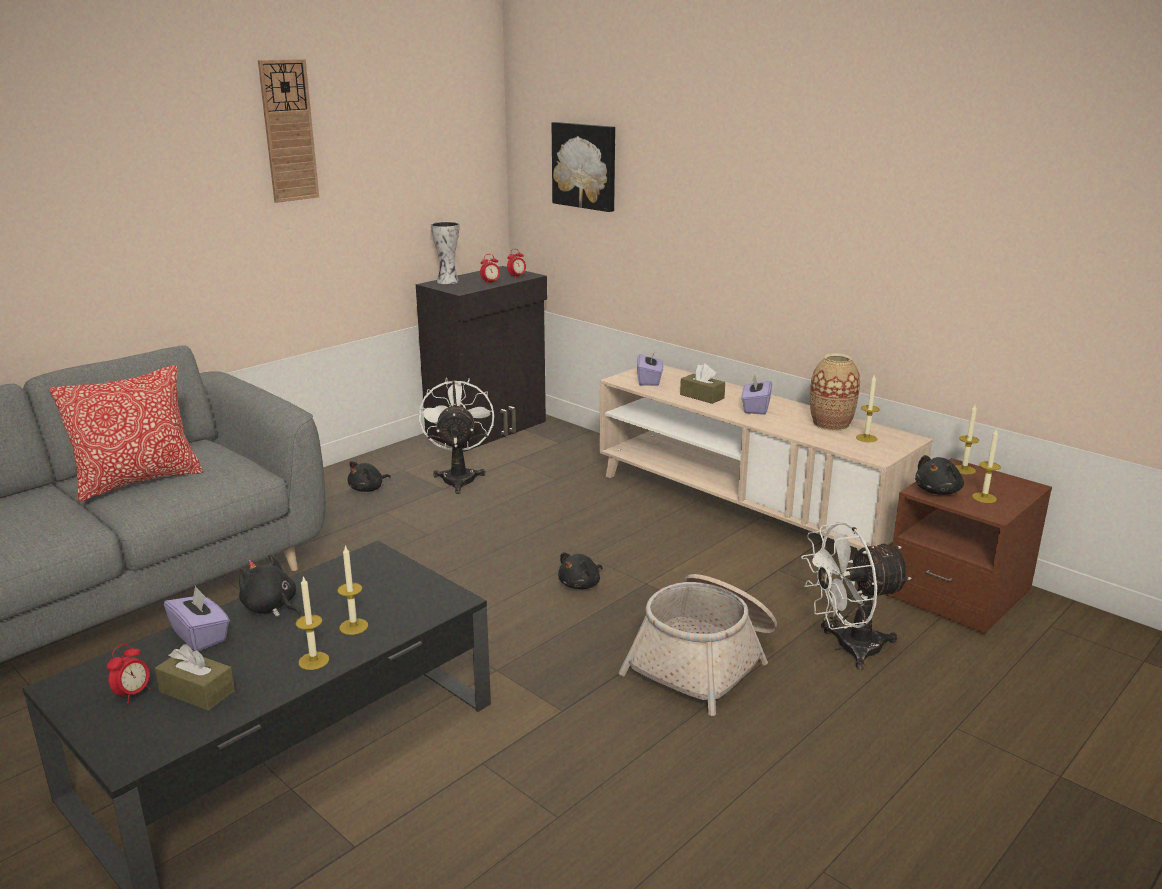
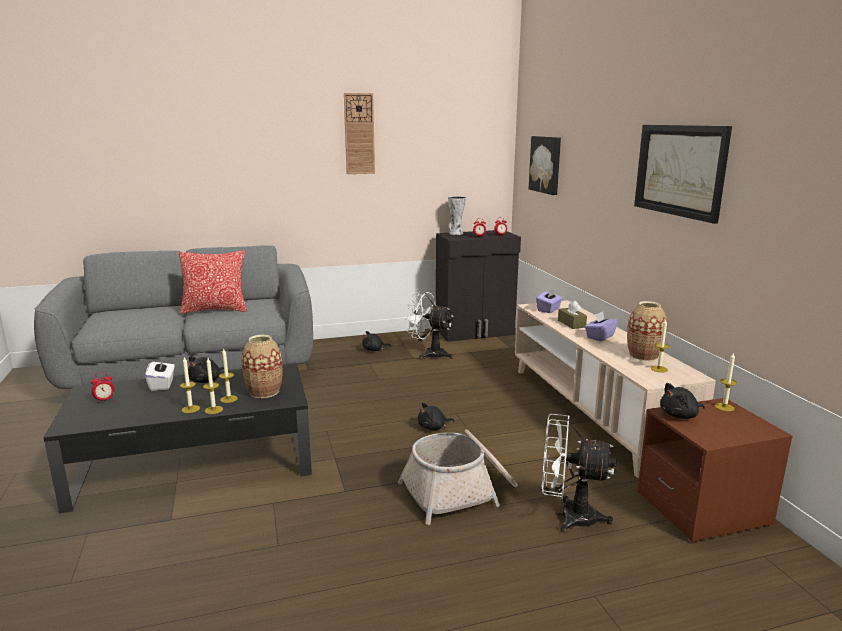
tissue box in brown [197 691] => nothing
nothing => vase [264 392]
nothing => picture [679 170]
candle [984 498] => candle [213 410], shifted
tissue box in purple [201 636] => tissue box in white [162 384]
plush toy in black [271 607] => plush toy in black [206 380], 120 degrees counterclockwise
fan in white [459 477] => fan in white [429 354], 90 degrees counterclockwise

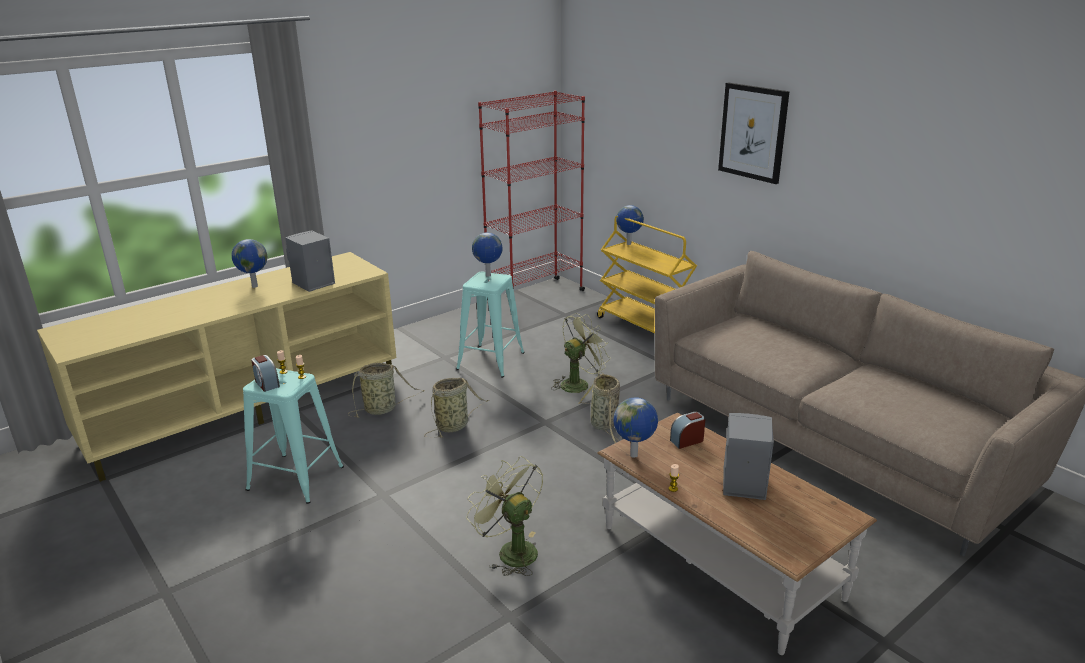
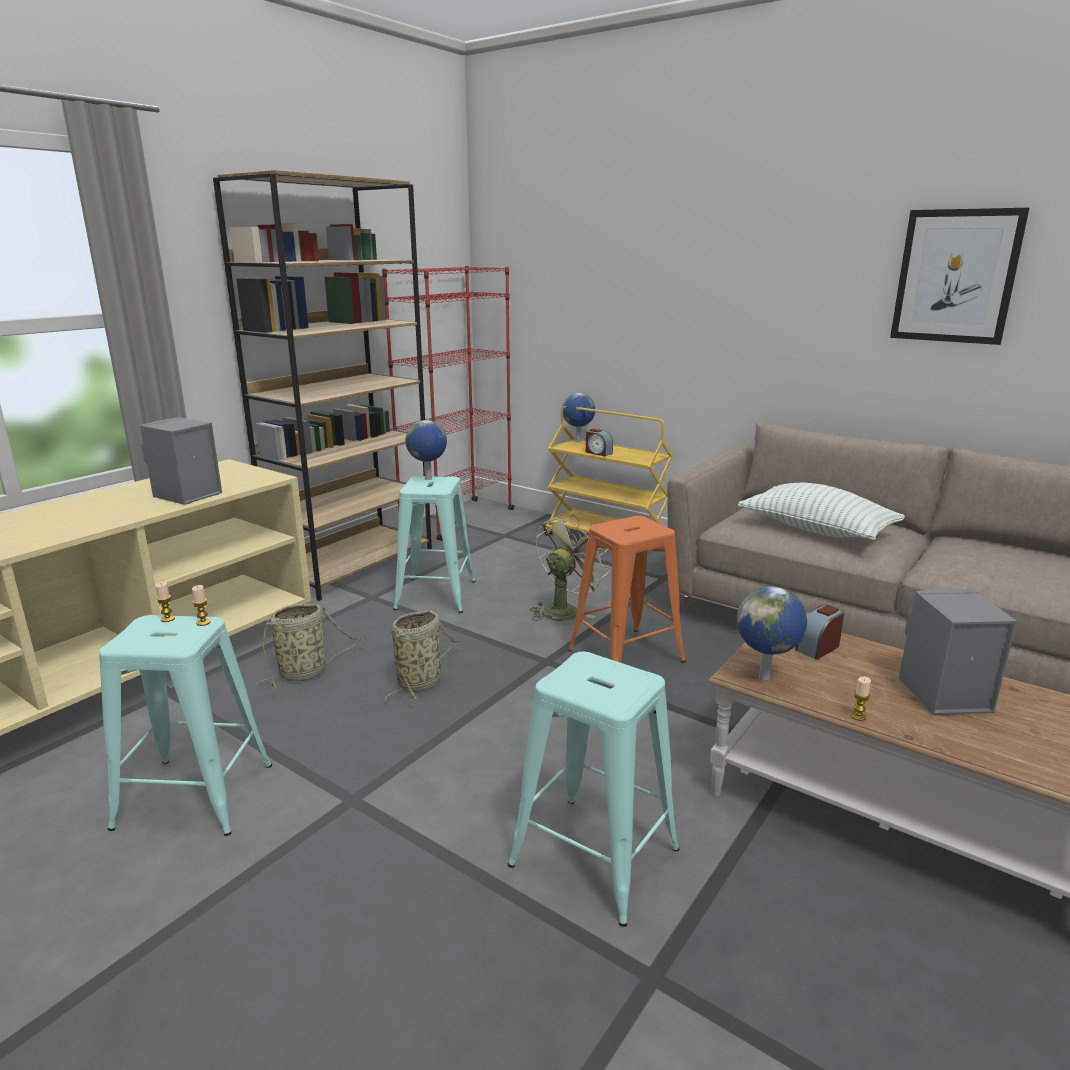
globe [254 286] => nothing
nothing => bookcase in brown [353 564]
nothing => pillow [816 530]
alarm clock [266 383] => alarm clock [598 453], shifted
picture [753 132] => picture [956 276], shifted
fan in green [510 550] => stool in turquoise [594 857]
basket [604 425] => stool in orange [626 656]

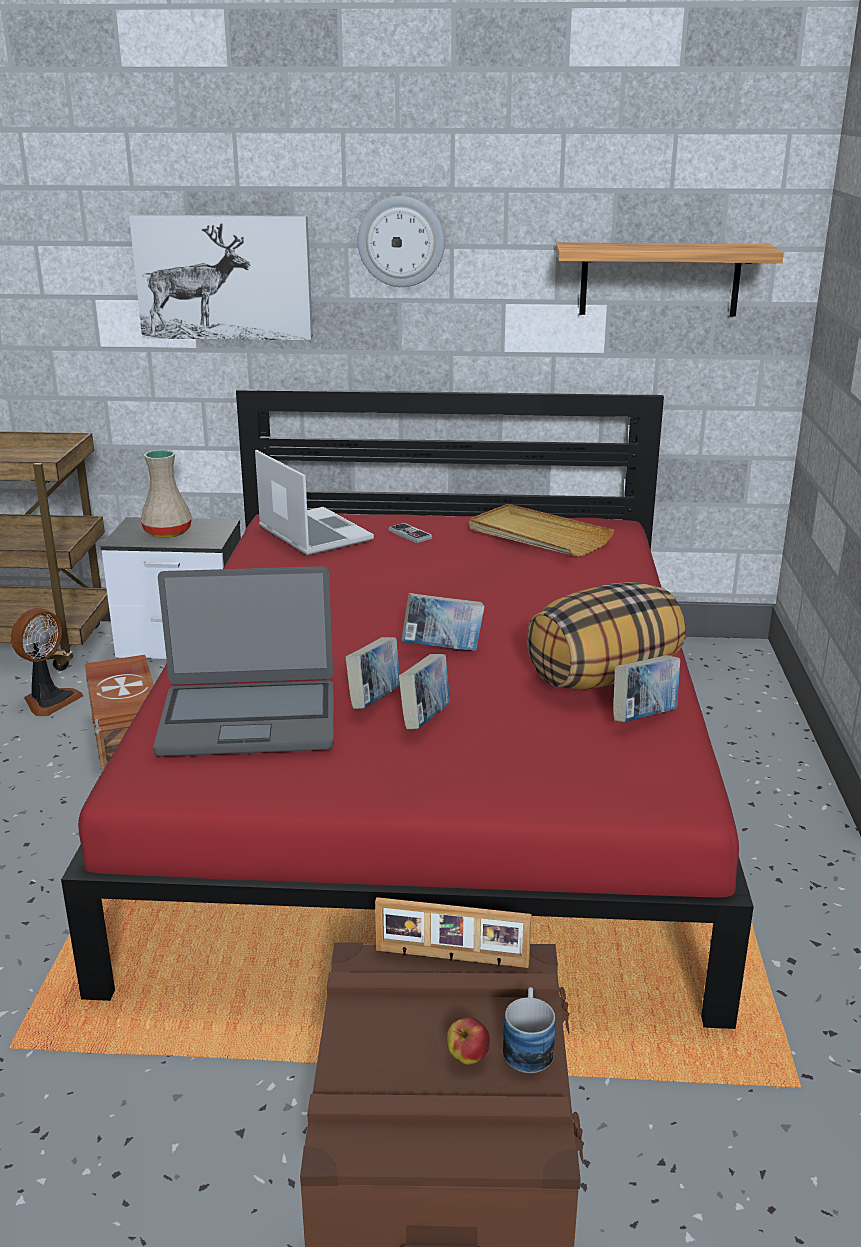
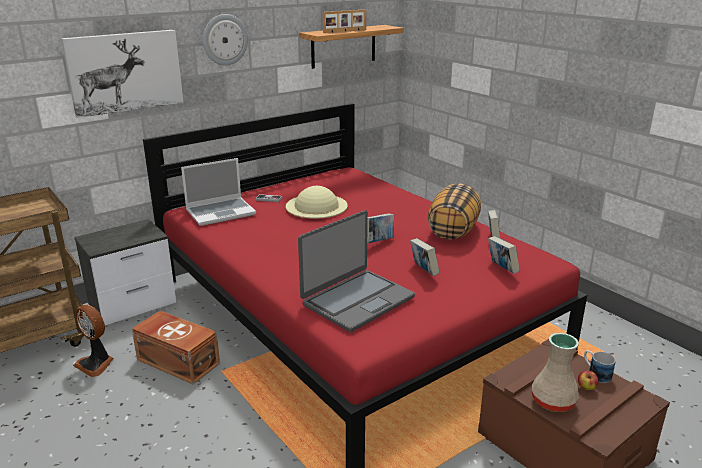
tray in beige [538 536] => nothing
nothing => hat in beige [316 206]
vase in beige [167 532] => vase in beige [552 401], shifted
book [374 701] => book [501 269], shifted
picture frame [451 958] => picture frame [345 31], shifted
fan [49 700] => fan [96 364], 135 degrees clockwise
laptop [312 534] => laptop [221 212], 135 degrees clockwise

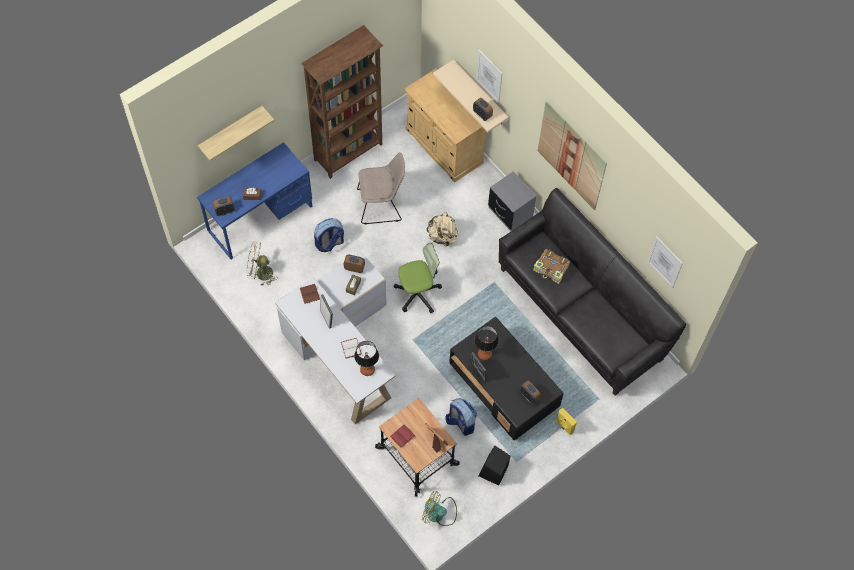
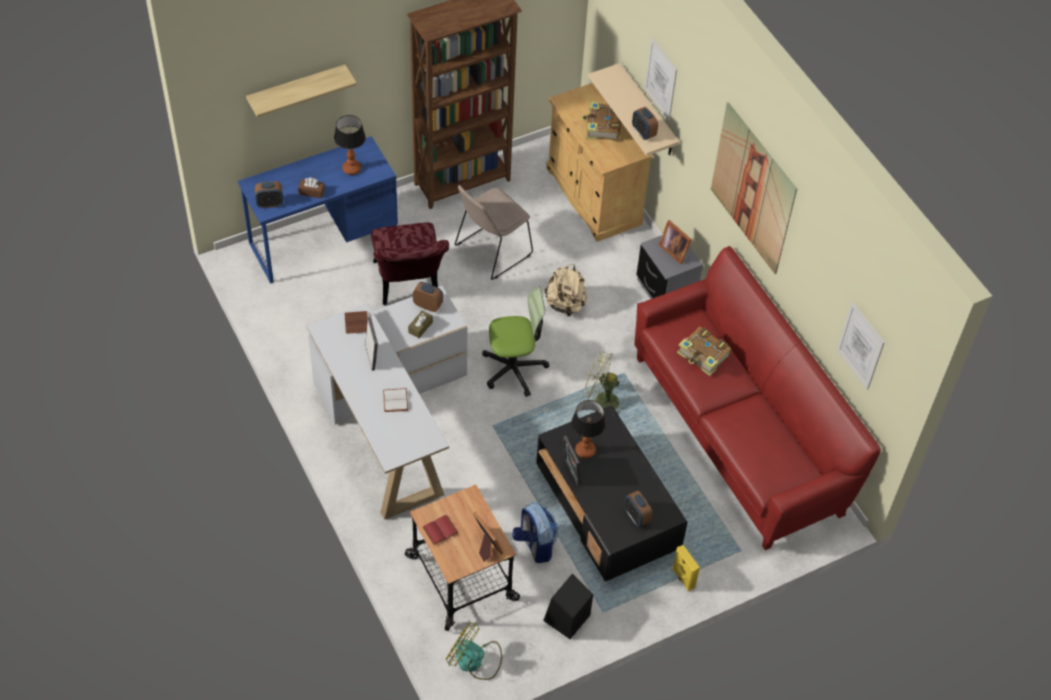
nothing => book [602 127]
nothing => picture frame [674 250]
fan in green [260 273] => fan in green [600 401], shifted
table lamp [367 369] => table lamp [351 168], shifted
backpack [329 243] => chair in red [408 286]
sofa in black [581 313] => sofa in red [738 434]
chair in beige [381 204] => chair in beige [491 251], 135 degrees clockwise

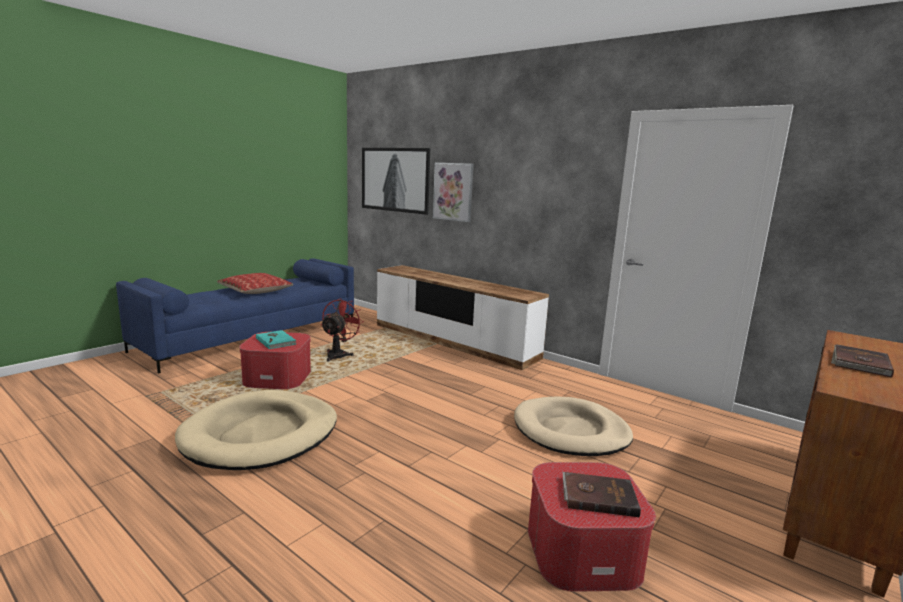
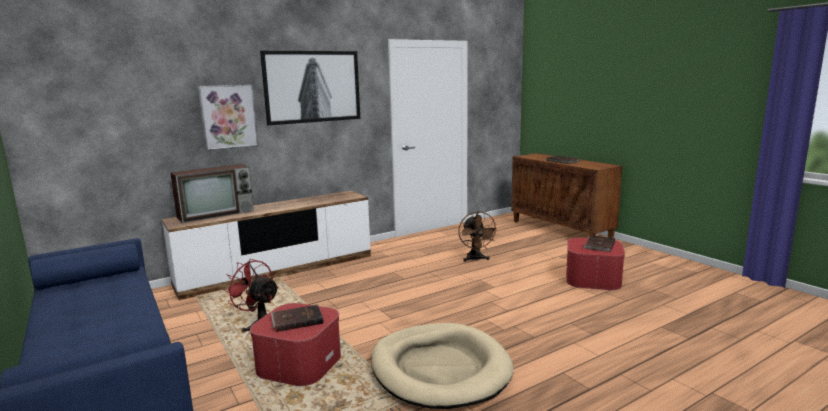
pillow [255 291] => nothing
nothing => television [217 214]
picture [395 179] => picture [312 87], shifted
dog bed in beige [571 431] => fan in brown [475 259]
book in turquoise [276 341] => book in brown [297 320]

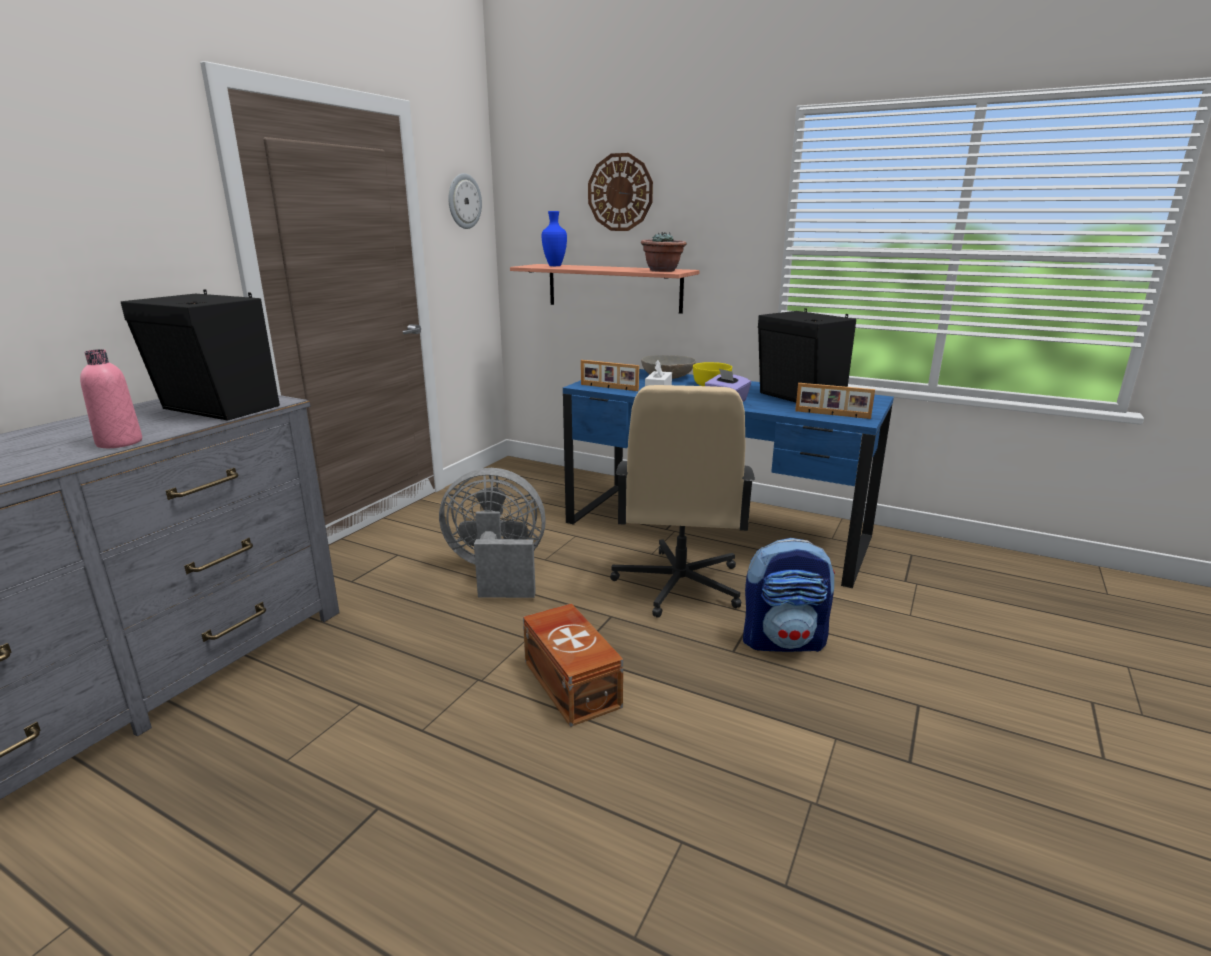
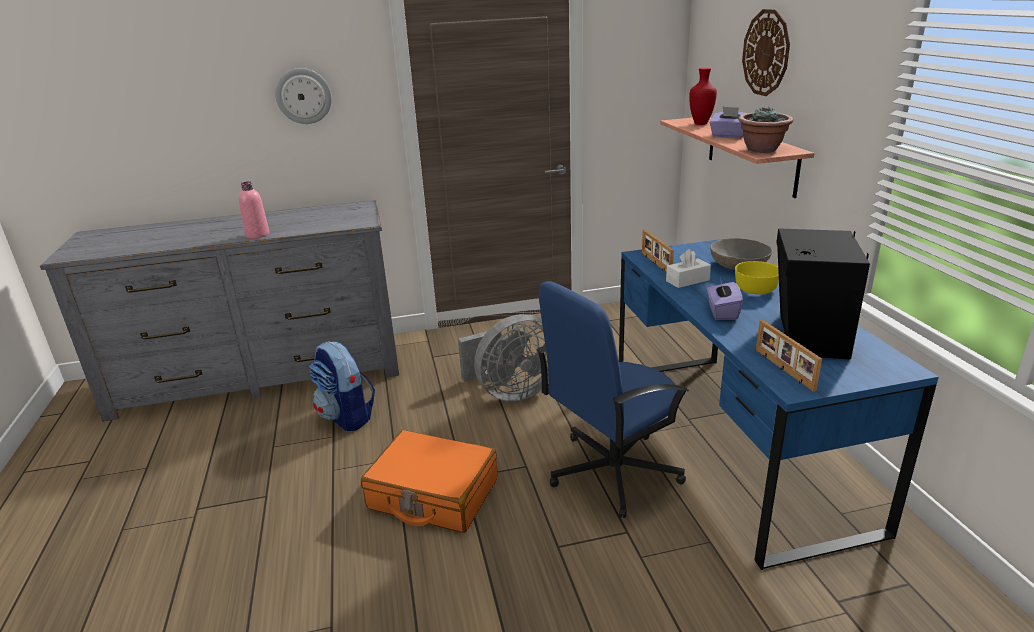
speaker in black [217 409] => nothing
nothing => tissue box in purple [728 135]
wall clock [464 201] => wall clock [303 96], shifted
backpack [784 641] => backpack [347 417], shifted
storage box in brown [572 682] => suitcase in orange [433 494]
vase in blue [555 266] => vase in red [701 124]
office chair in beige [678 585] => office chair in blue [612 471]
fan in grey [497 572] => fan in grey [512 392], 105 degrees clockwise

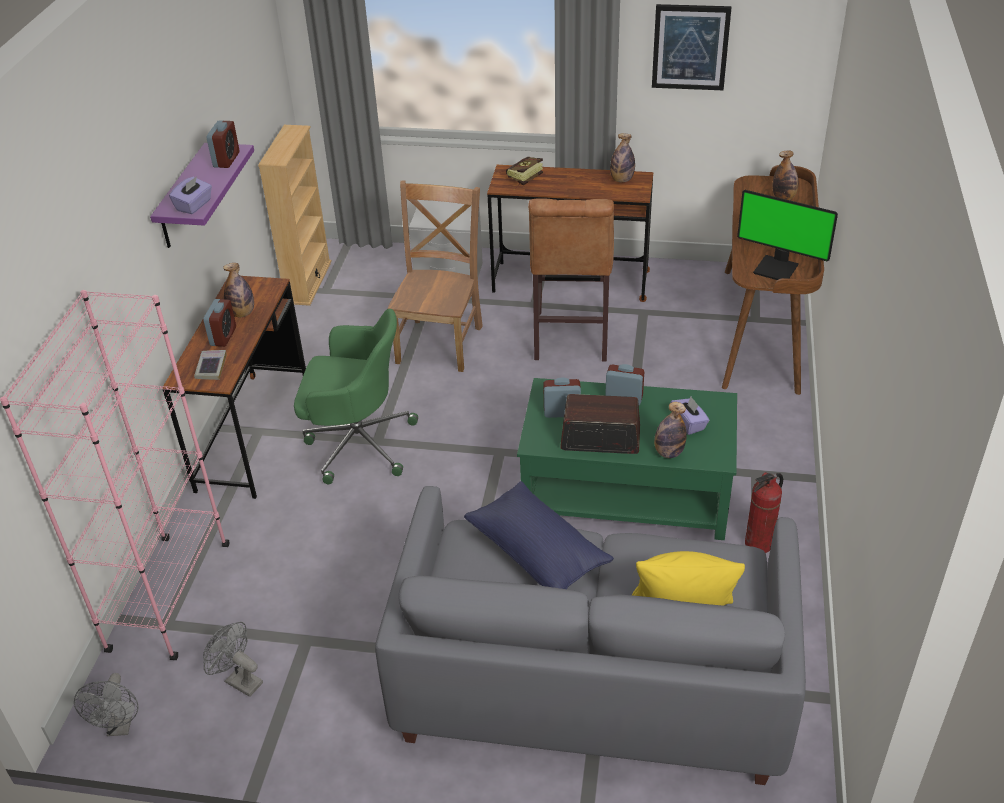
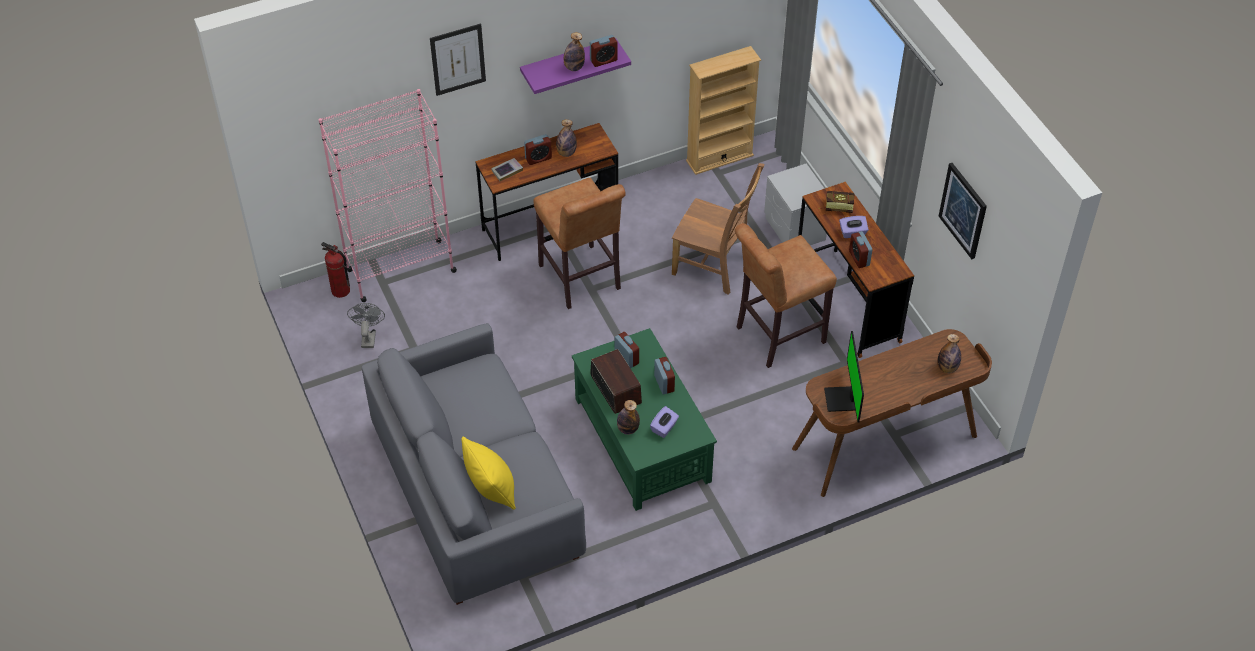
fan in grey [120 726] => nothing
pillow in blue [537 552] => nothing
nothing => picture [458 59]
nothing => alarm clock [859 258]
tissue box in purple [194 205] => tissue box in purple [852 233], shifted
bottle [621 180] => bottle [574 67], shifted
fire extinguisher [759 544] => fire extinguisher [340 291], shifted
office chair in green [357 443] => stool in brown [581 280]
chair in brown [441 342] => chair in brown [714 266], 45 degrees clockwise

